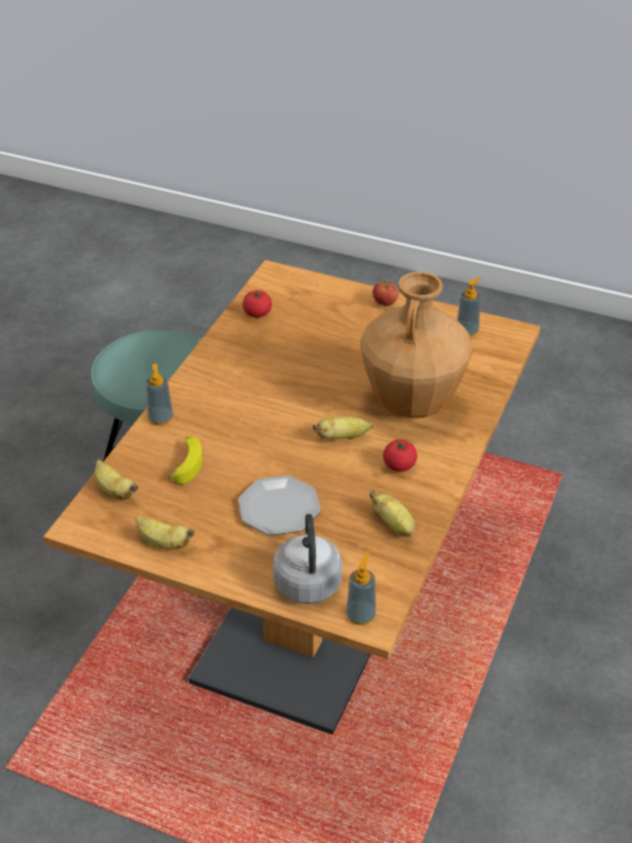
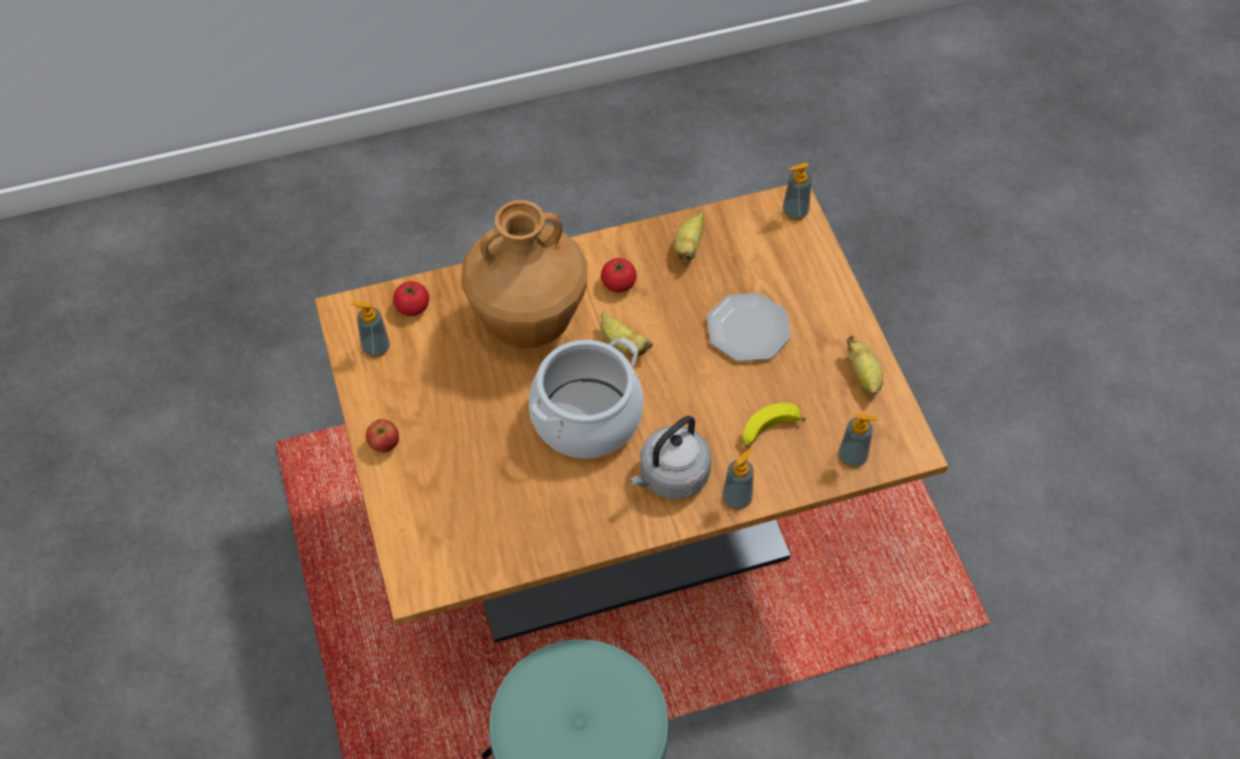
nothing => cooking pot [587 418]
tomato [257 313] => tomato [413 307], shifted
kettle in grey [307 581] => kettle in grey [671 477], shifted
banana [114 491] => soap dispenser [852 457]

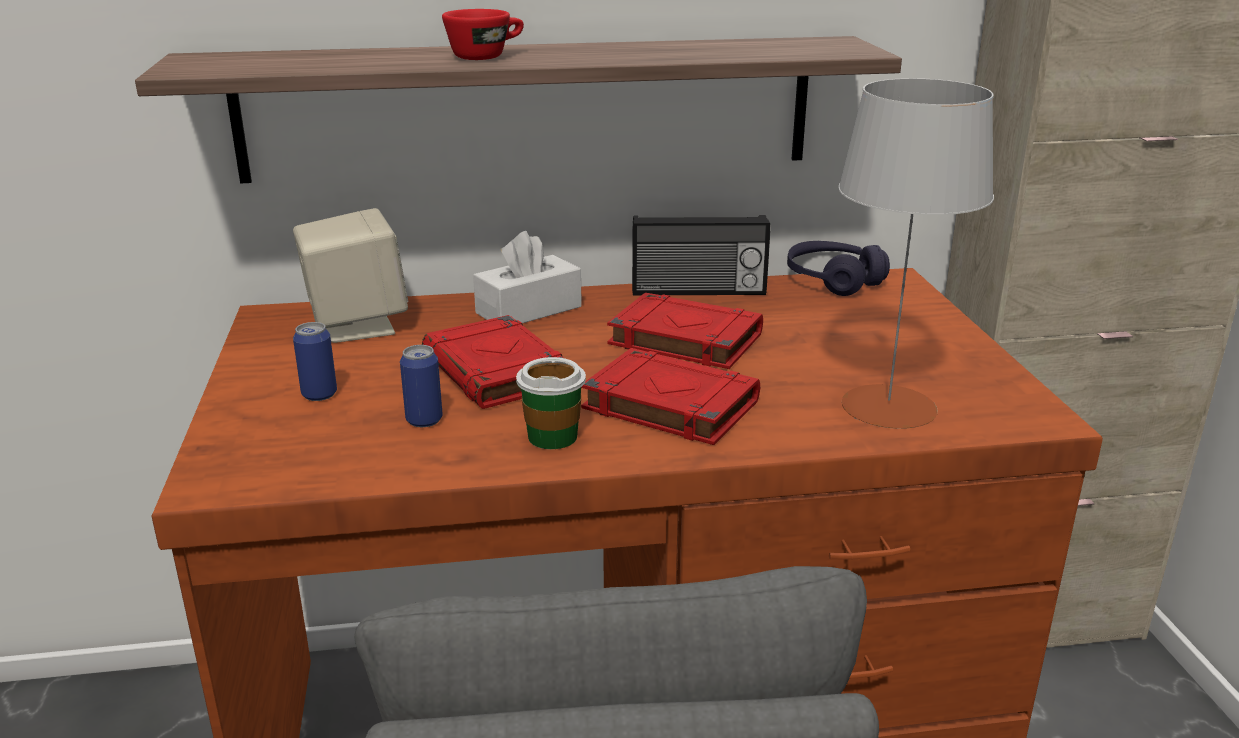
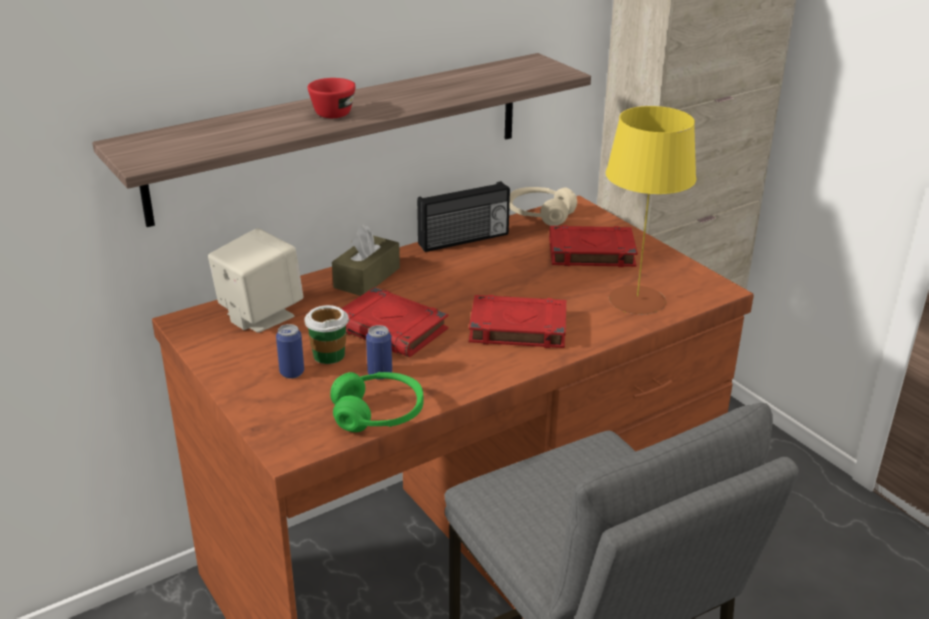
nothing => headphones in green [378 414]
cup [552 436] => cup [329 355], shifted
book in red [683 340] => book in red [590 252], shifted
tissue box in white [528 310] => tissue box in brown [367 278]
headphones in purple [833 280] => headphones in beige [540 215]
table lamp in grey [888 407] => table lamp in yellow [637 300]

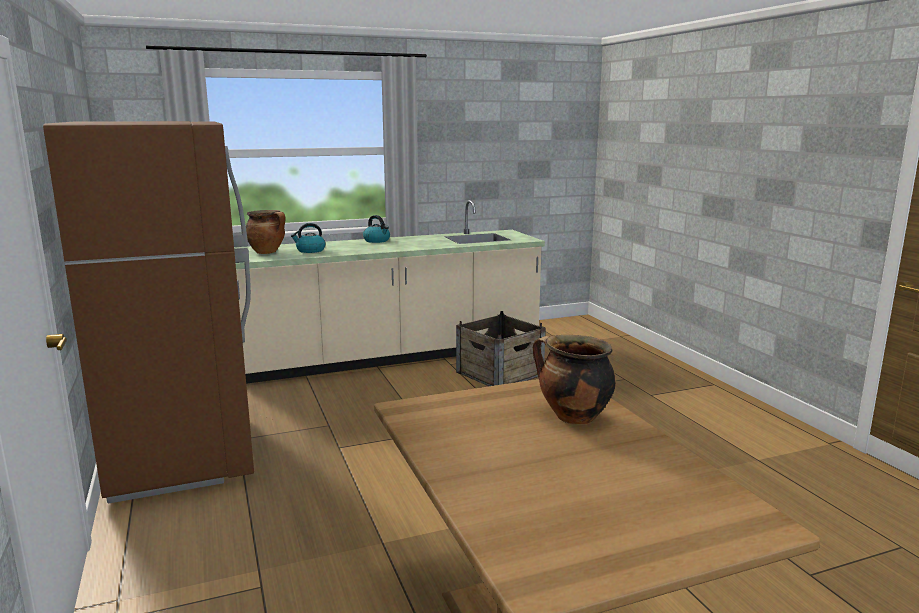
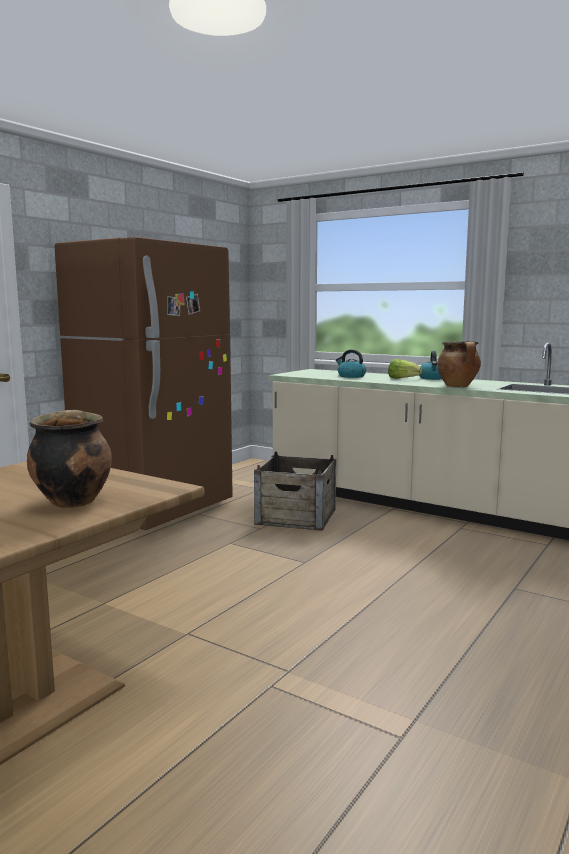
nothing => lettuce [403 379]
cooking pot [267 252] => cooking pot [458 386], shifted
crate [499 373] => crate [296 516], shifted

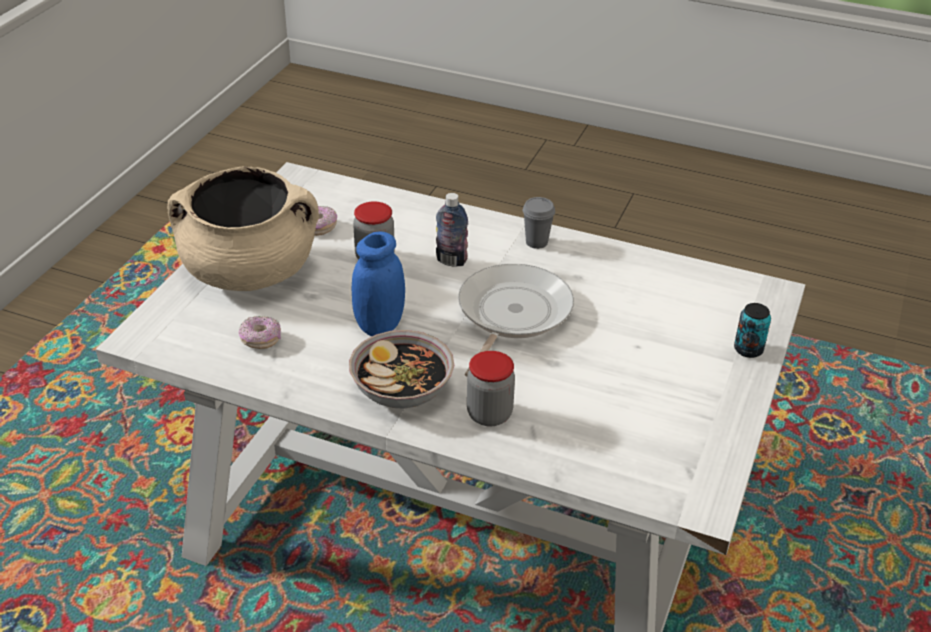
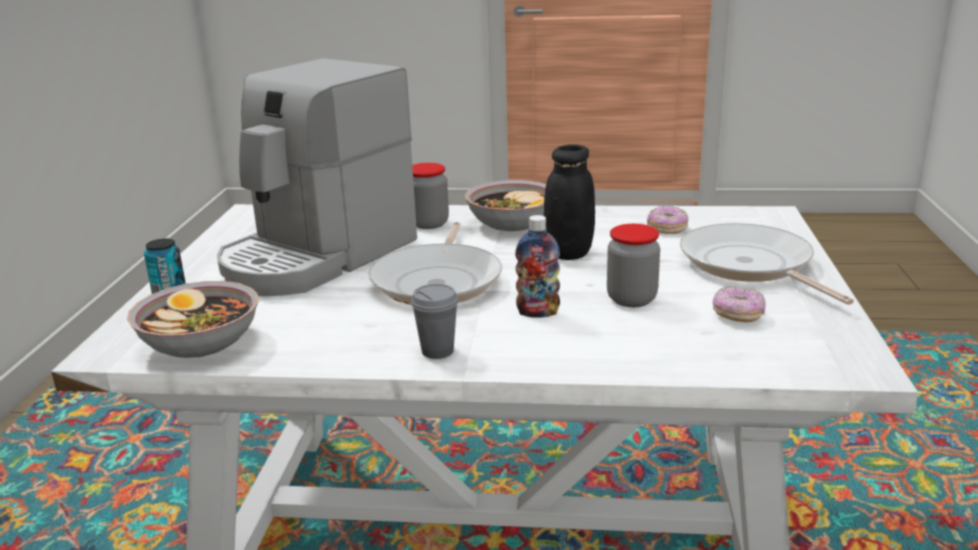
nothing => bowl [201 344]
nothing => coffee machine [317 257]
cooking pot in beige [250 272] => frying pan [750 265]
jar in blue [380 325] => jar in black [569 253]

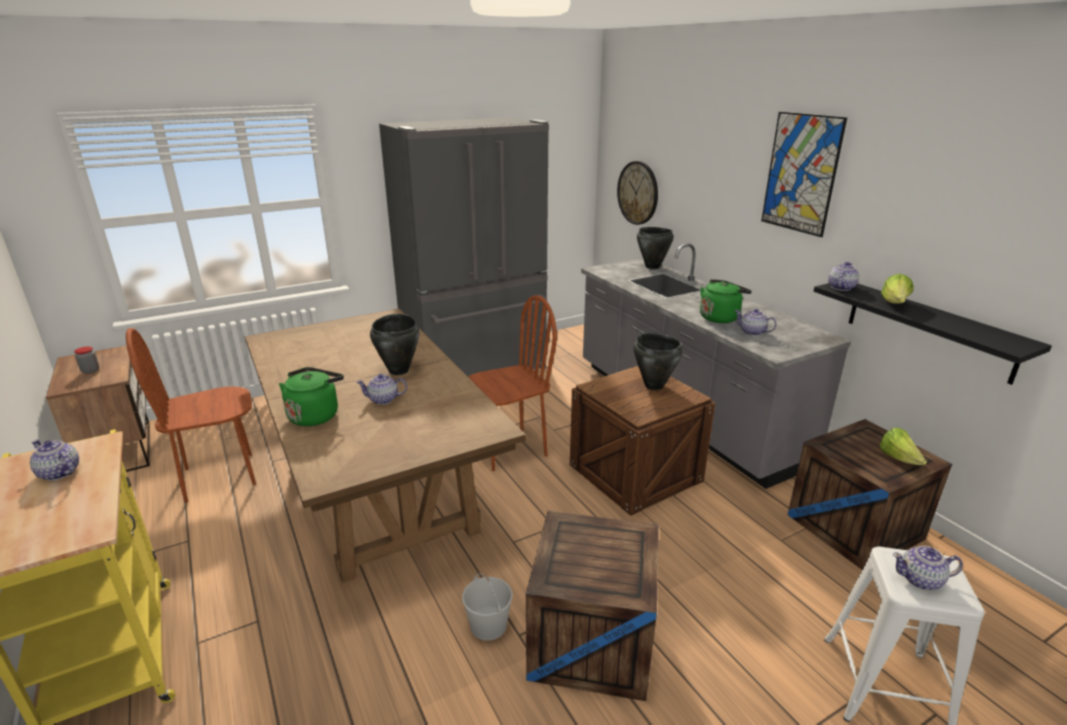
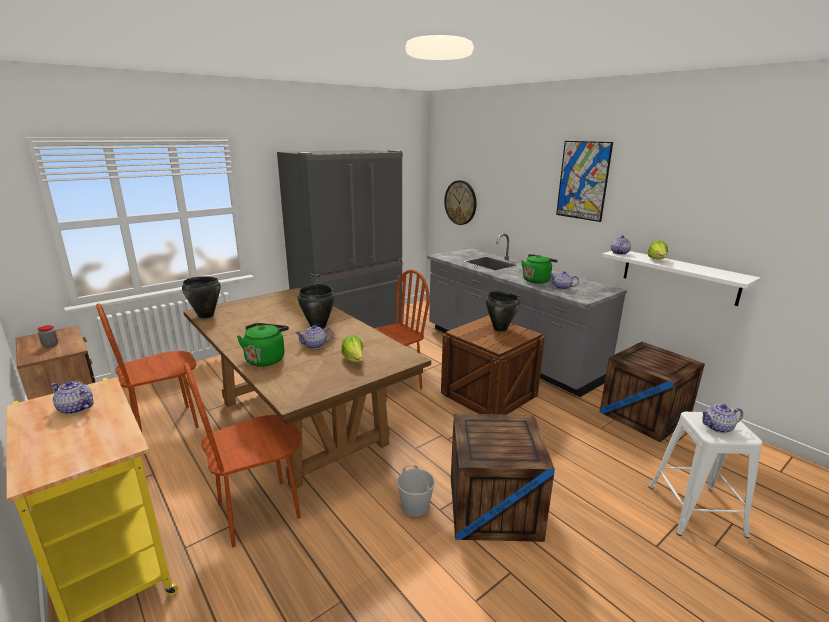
nothing => chair in brown [259 511]
cooking pot in black [652 267] => cooking pot in black [206 316], shifted
lettuce [899 459] => lettuce [354 360], shifted
shelf in black [928 329] => shelf in white [679 276]

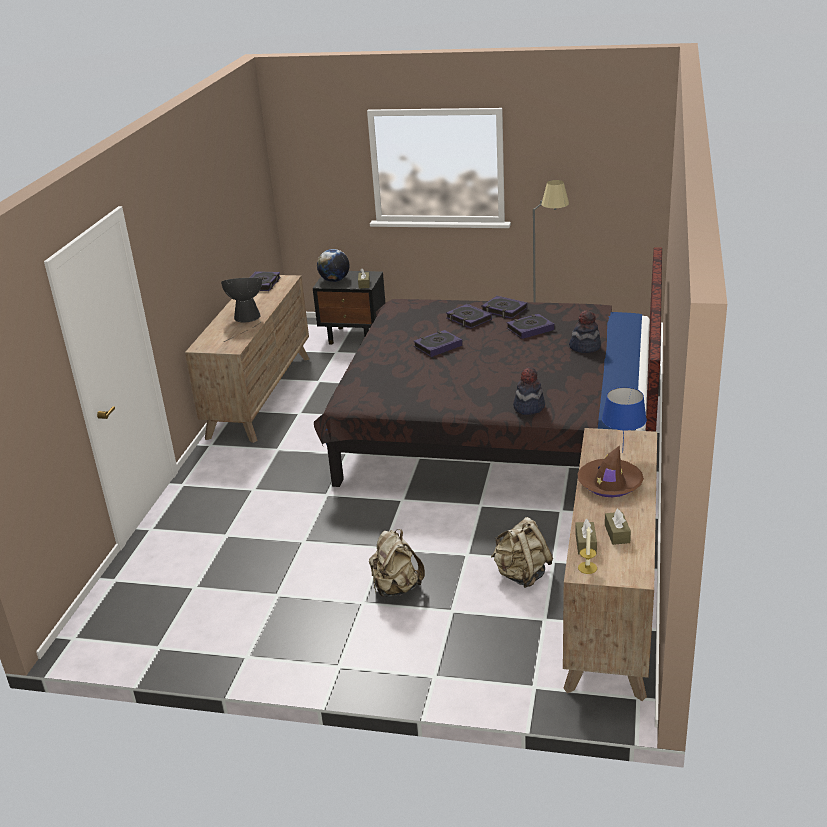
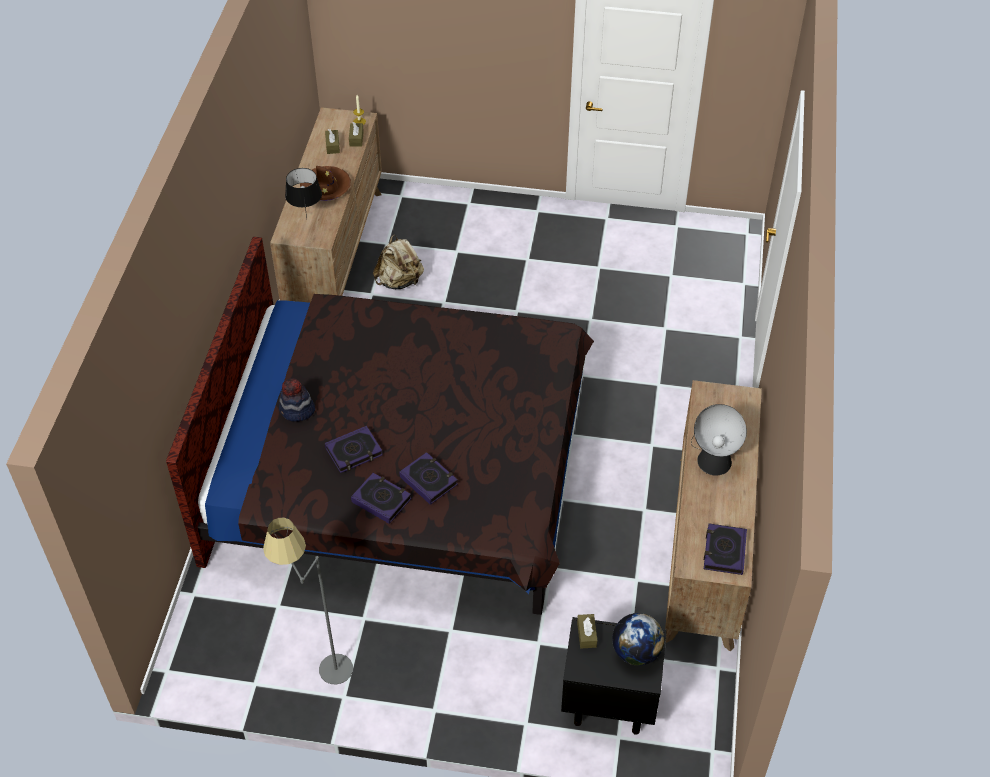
backpack in beige [396 588] => nothing
book [438 346] => nothing
hat [528 407] => nothing
table lamp in blue [623 453] => table lamp in black [306 219]

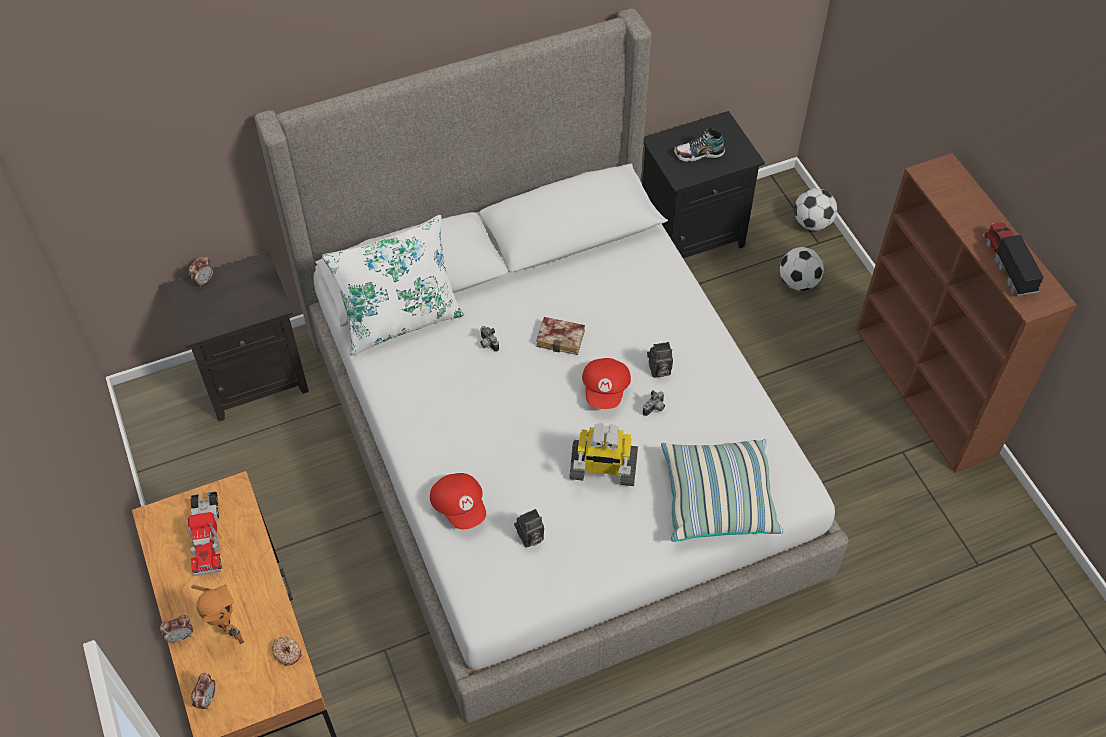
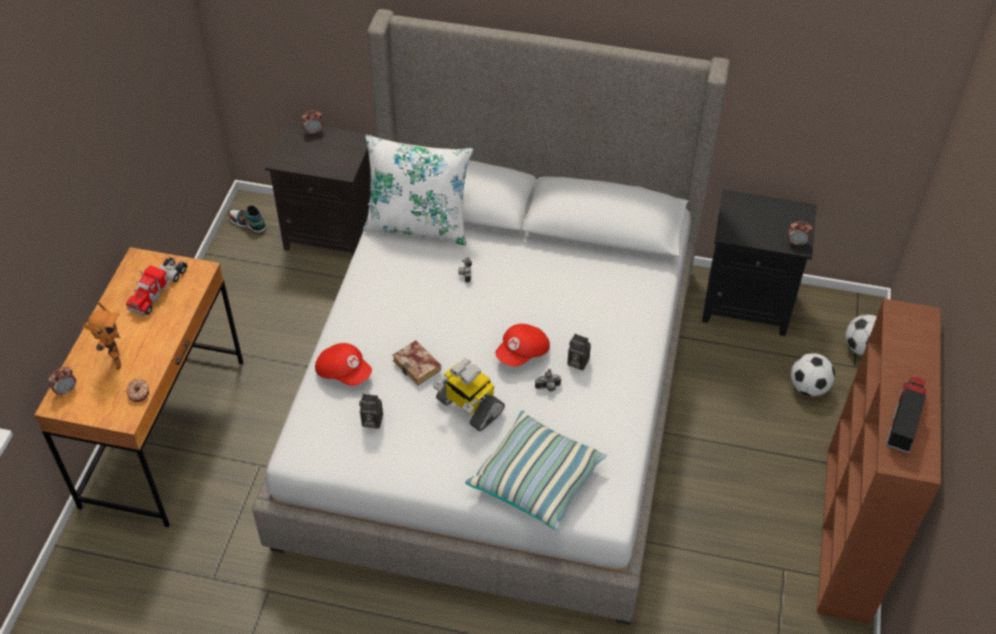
alarm clock [181 636] => alarm clock [796 242], shifted
book [562 338] => book [419 366], shifted
shoe [699 154] => shoe [248 224], shifted
cap in red [460 506] => cap in red [344 372], 60 degrees counterclockwise

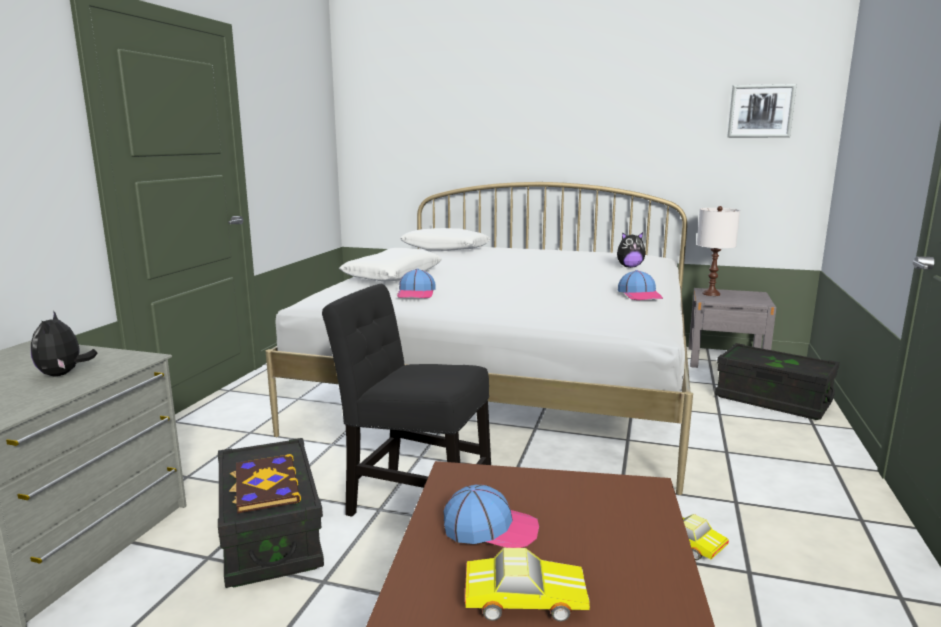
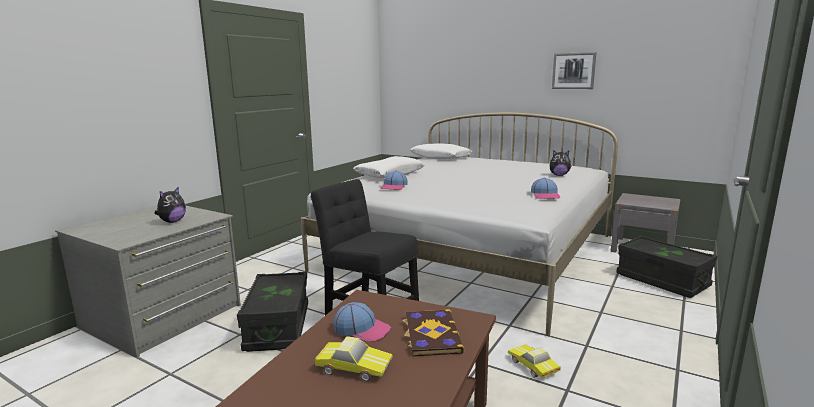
table lamp in white [711 294] => nothing
book [265 485] => book [431 334], shifted
picture [760 111] => picture [573 71], shifted
plush toy [63 374] => plush toy [172 222], 150 degrees counterclockwise

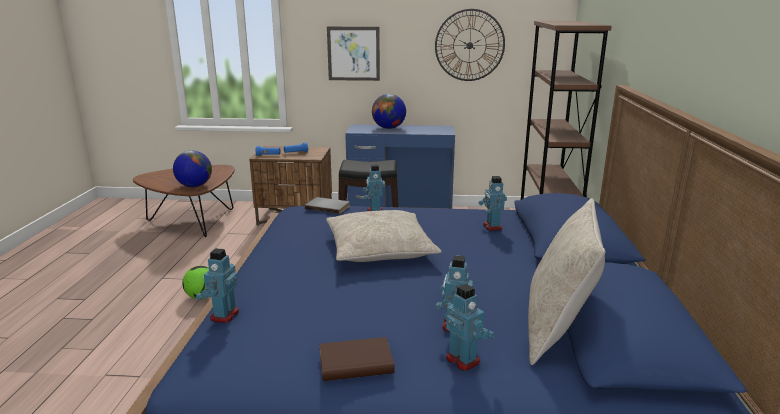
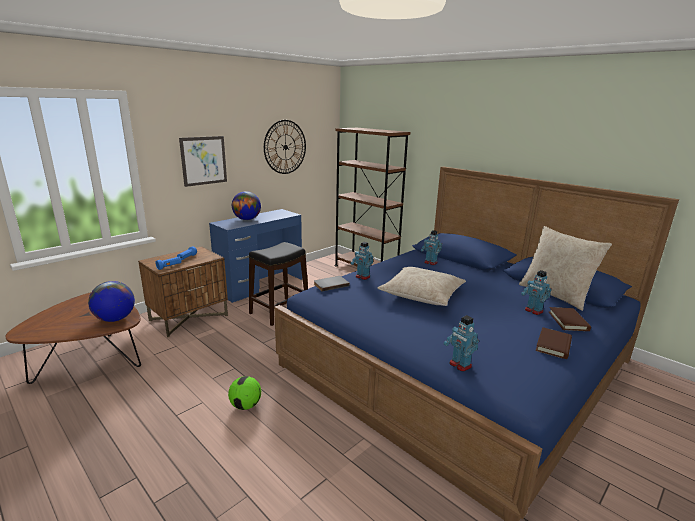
toy robot [463 360] => book in brown [568 321]

